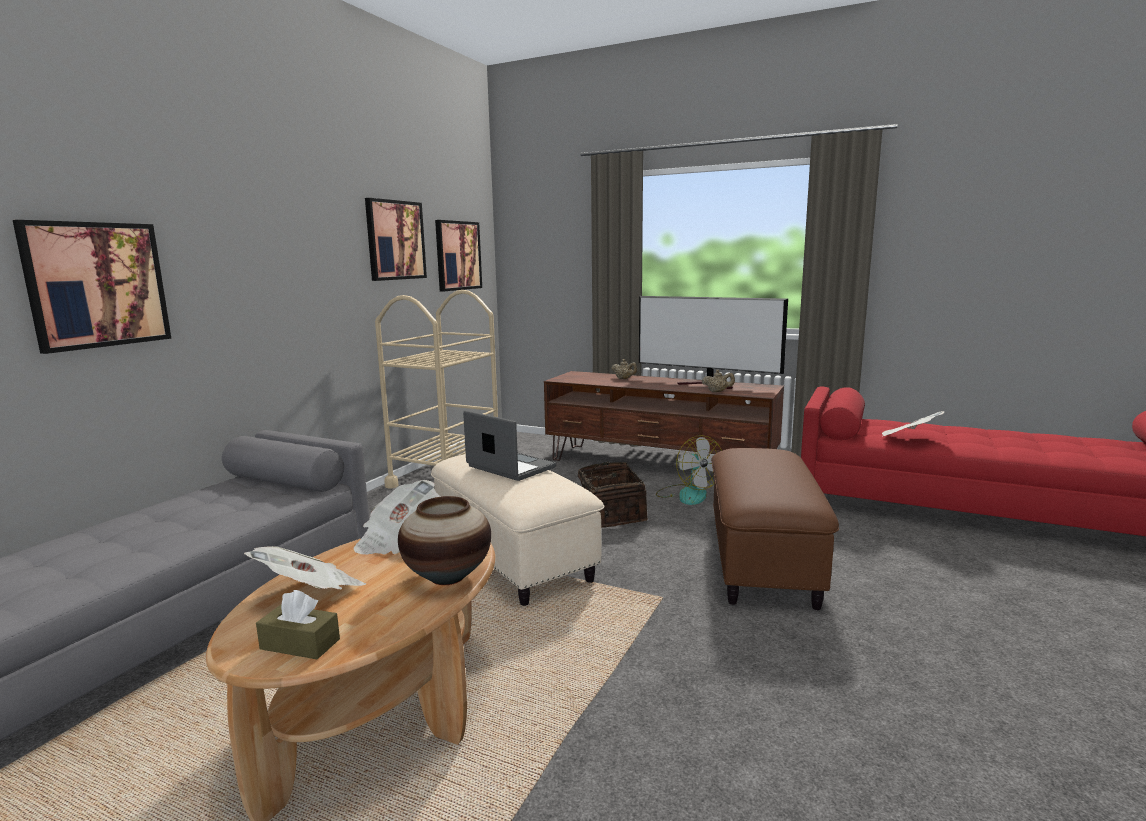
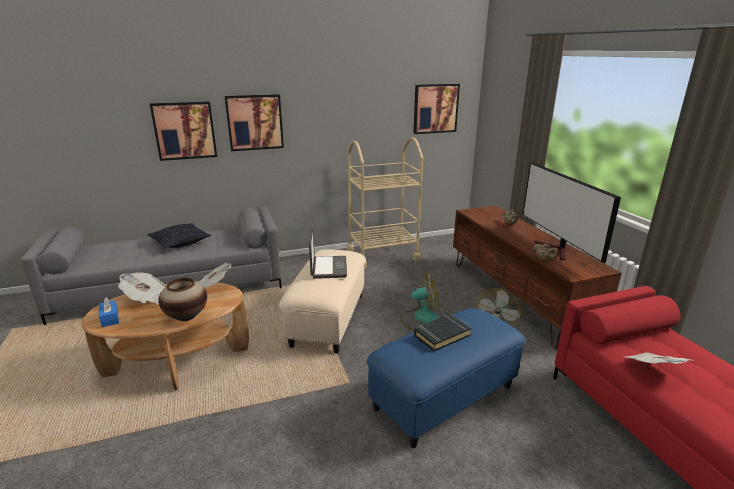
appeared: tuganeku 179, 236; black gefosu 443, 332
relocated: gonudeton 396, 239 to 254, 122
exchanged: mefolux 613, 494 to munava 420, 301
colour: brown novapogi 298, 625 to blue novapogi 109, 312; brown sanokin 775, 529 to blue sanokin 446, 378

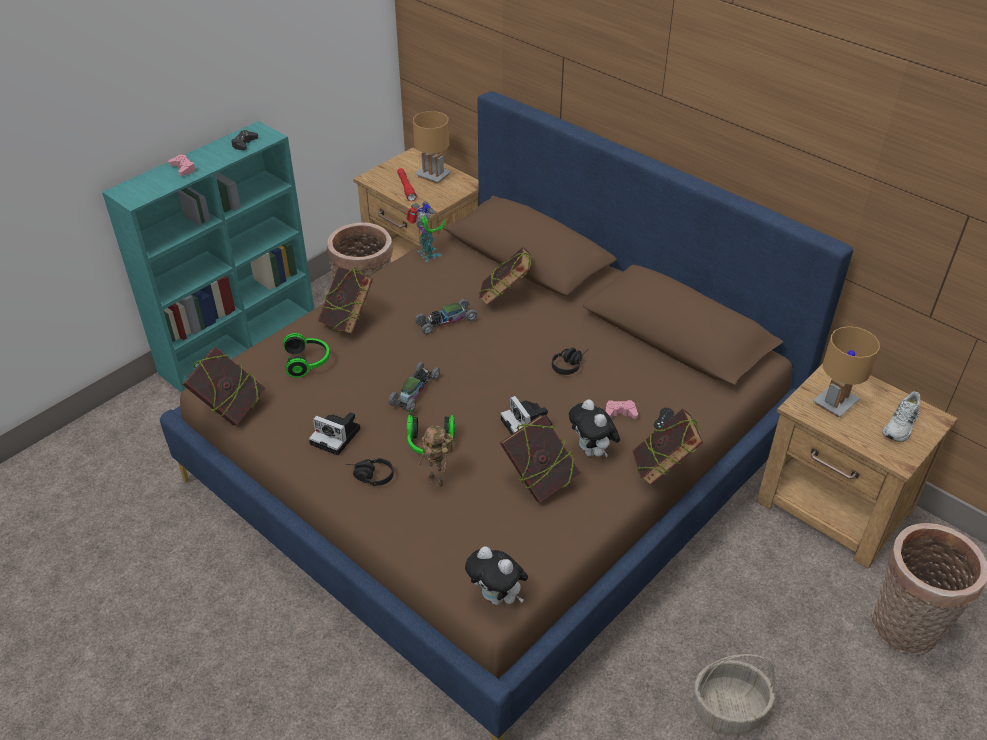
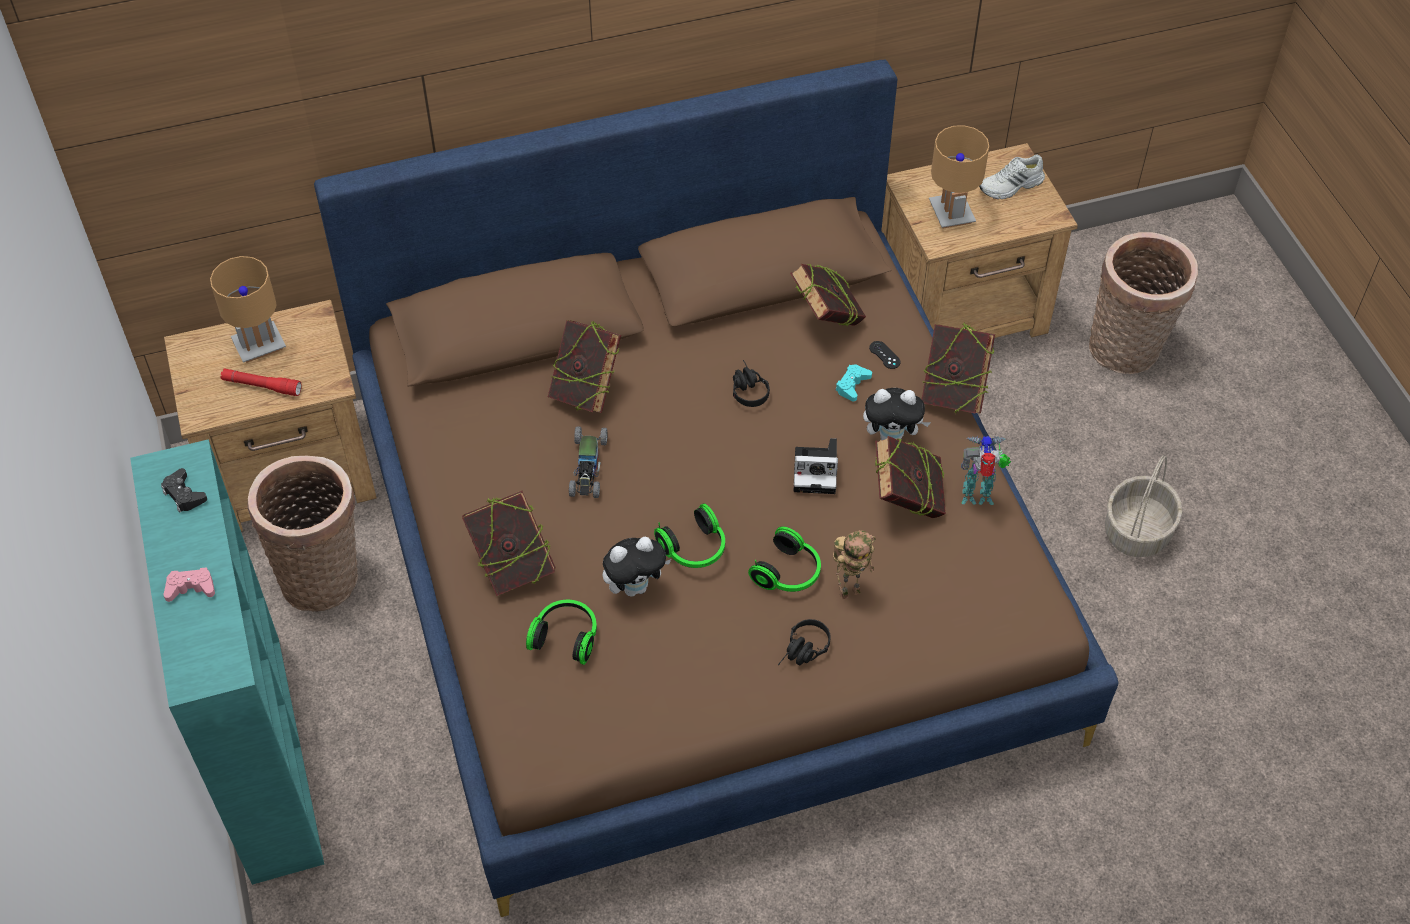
missing: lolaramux 335, 433
relocated: gefosu 224, 386 to 828, 295; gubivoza 425, 231 to 986, 470; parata 496, 575 to 637, 567
exchanged: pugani 414, 387 to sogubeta 689, 535
colour: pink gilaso 622, 409 to turquoise gilaso 853, 382
spun: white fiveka 901, 416 = 1012, 176 90 degrees clockwise

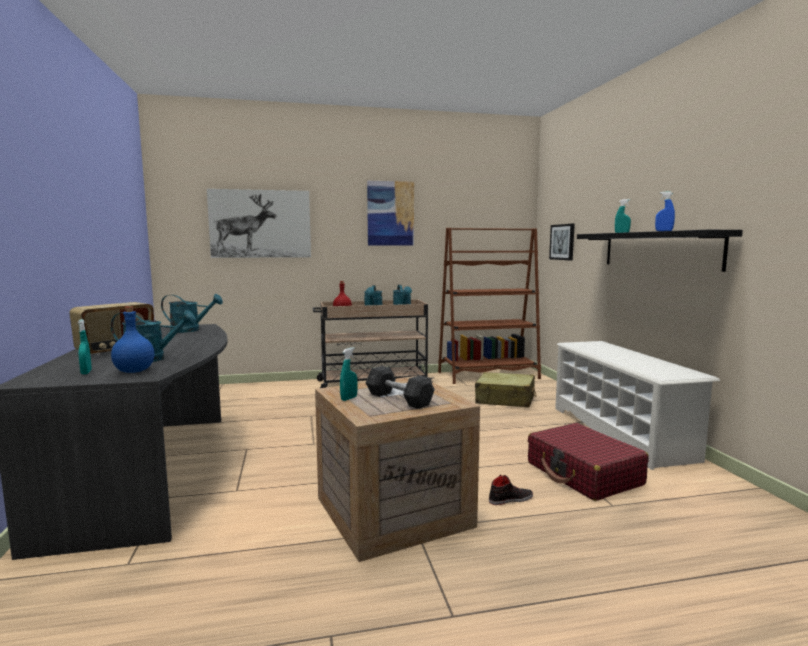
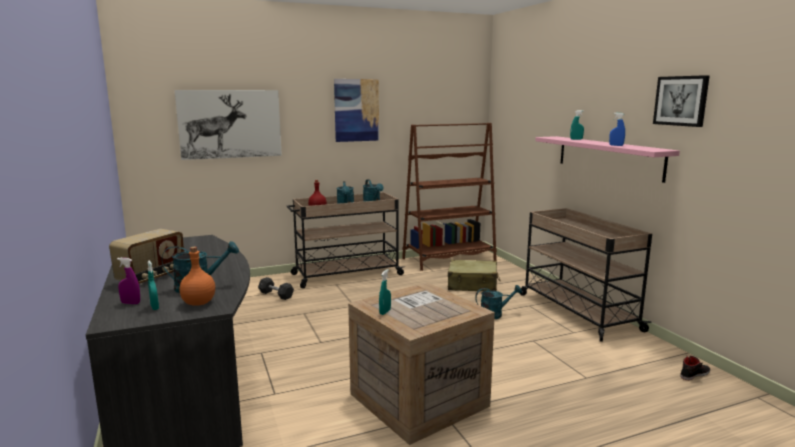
missing: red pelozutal 588, 462
appeared: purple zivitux 128, 281
relocated: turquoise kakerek 192, 313 to 498, 302; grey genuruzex 400, 387 to 276, 288; black fiveka 511, 489 to 695, 368; gonudeton 562, 242 to 681, 101
exchanged: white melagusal 637, 405 to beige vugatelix 586, 275
colour: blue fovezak 133, 339 to orange fovezak 197, 276; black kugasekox 660, 251 to pink kugasekox 607, 159

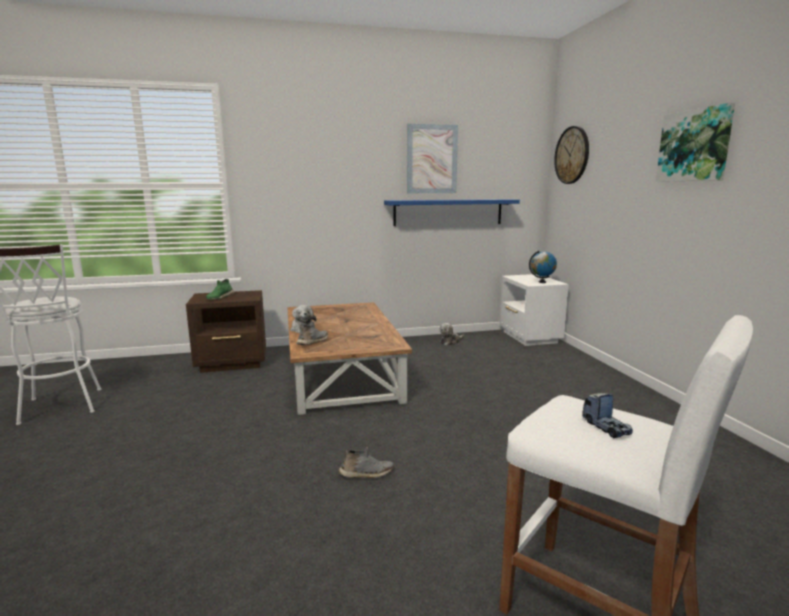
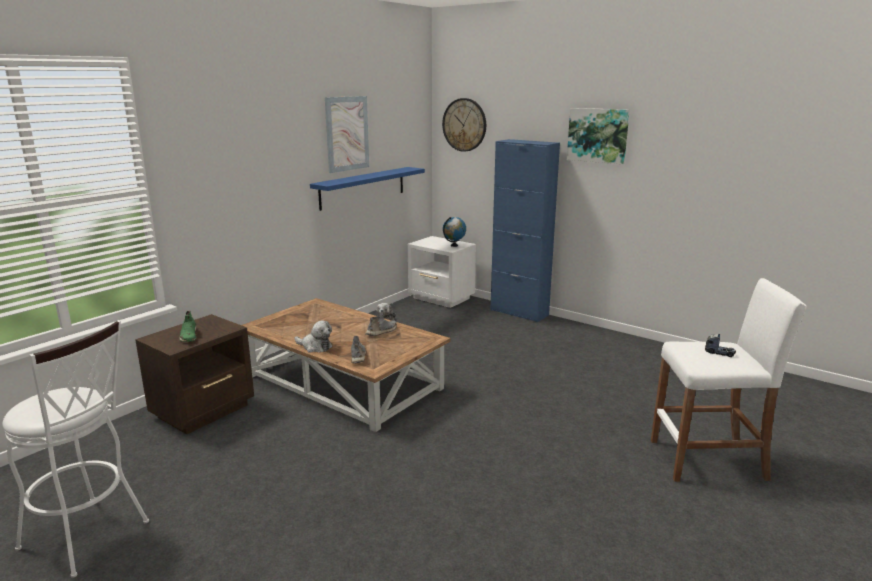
appeared: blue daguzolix 525, 230
relocated: grey fiveka 365, 462 to 381, 324

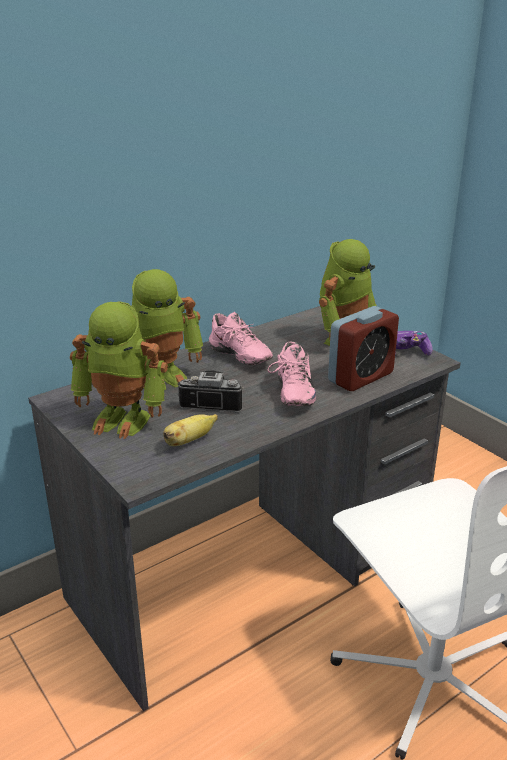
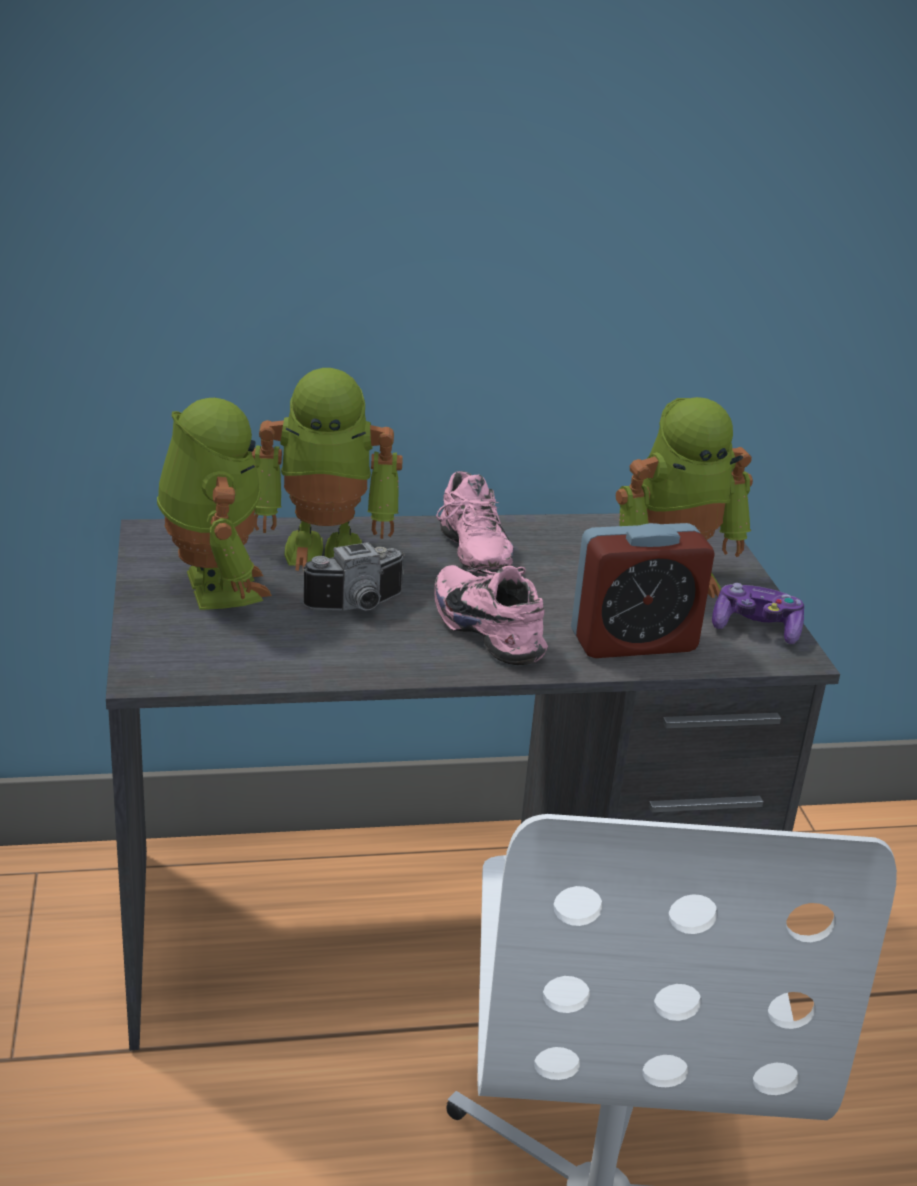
missing: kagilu 190, 430
spun: gubivoza 119, 370 = 214, 504 150 degrees counterclockwise; lolaramux 210, 391 = 353, 576 120 degrees clockwise; pink fiveka 291, 373 = 491, 615 120 degrees clockwise

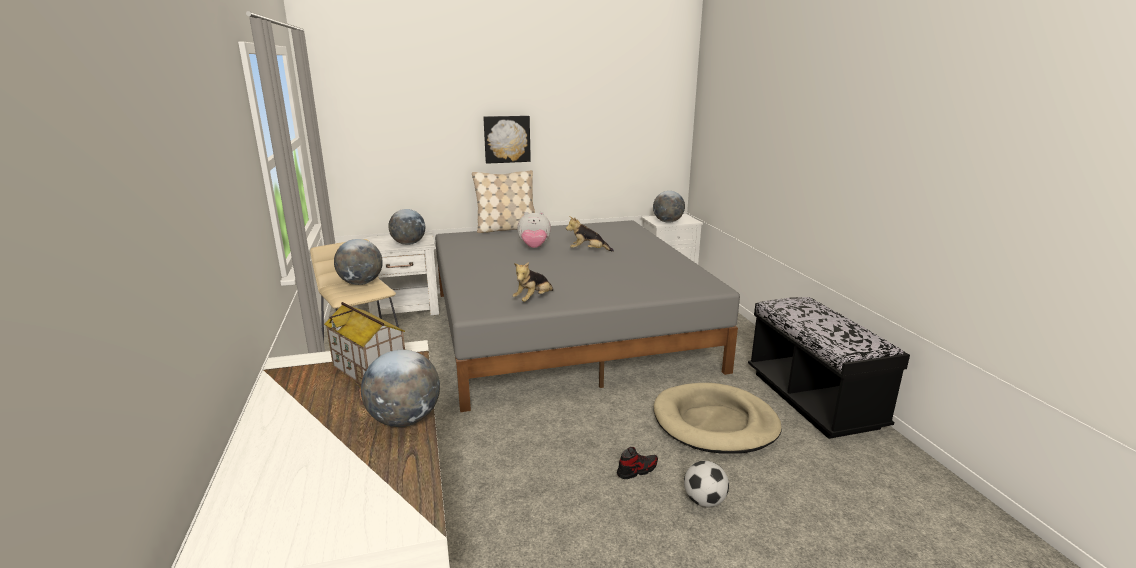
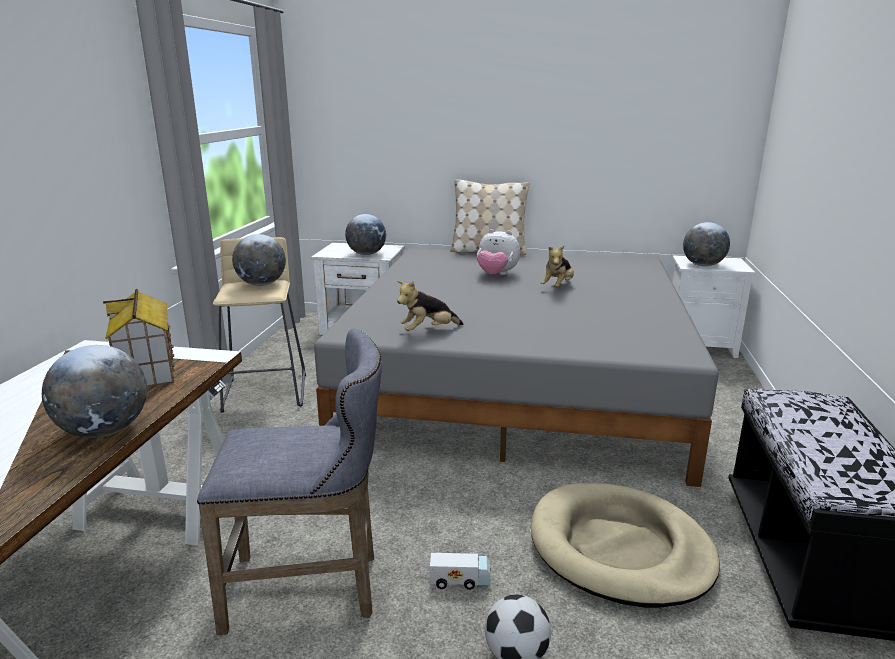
missing: gonudeton 507, 139
appeared: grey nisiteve 289, 481
exchanged: fiveka 637, 463 to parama 460, 571
spun: parata 590, 234 = 557, 266 90 degrees counterclockwise

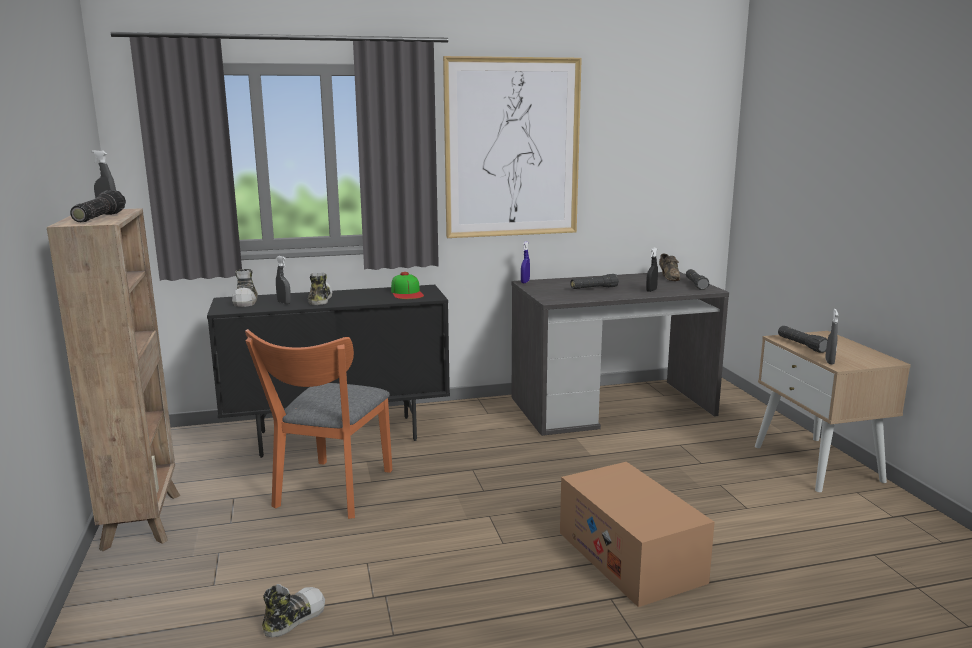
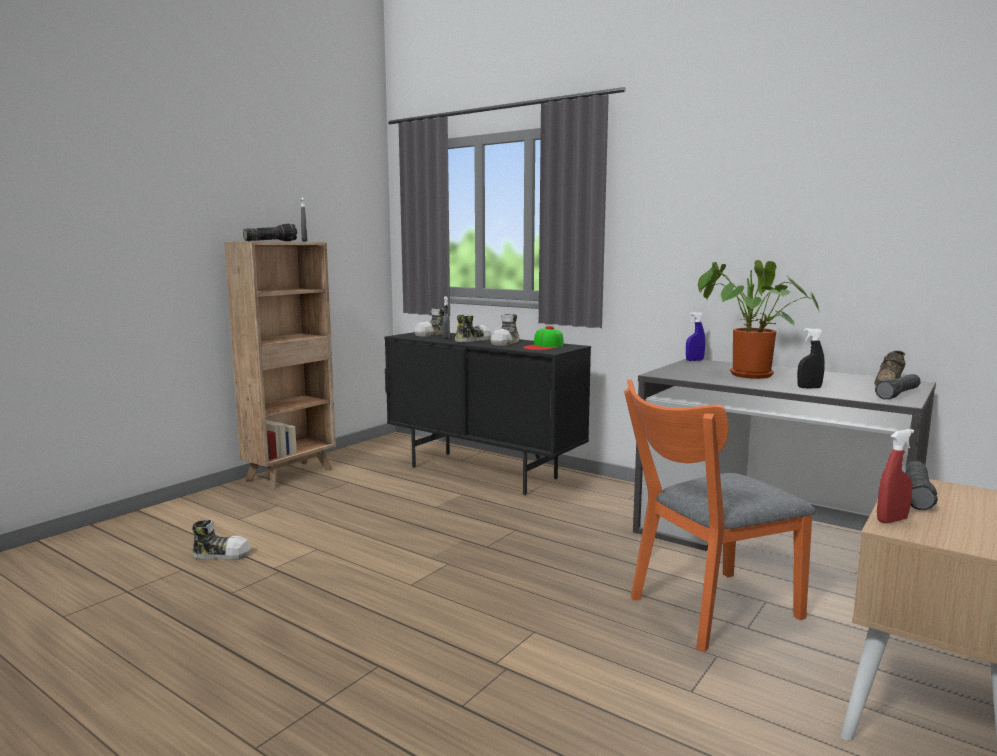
missing: gonudeton 512, 147; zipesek 637, 534
appeared: fiveka 504, 330
relocated: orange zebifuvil 318, 424 to 720, 515
exchanged: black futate 594, 281 to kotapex 758, 319
colour: grey zivitux 831, 336 to red zivitux 895, 476

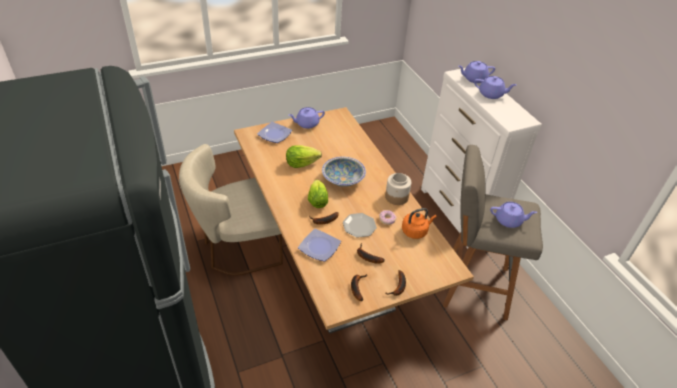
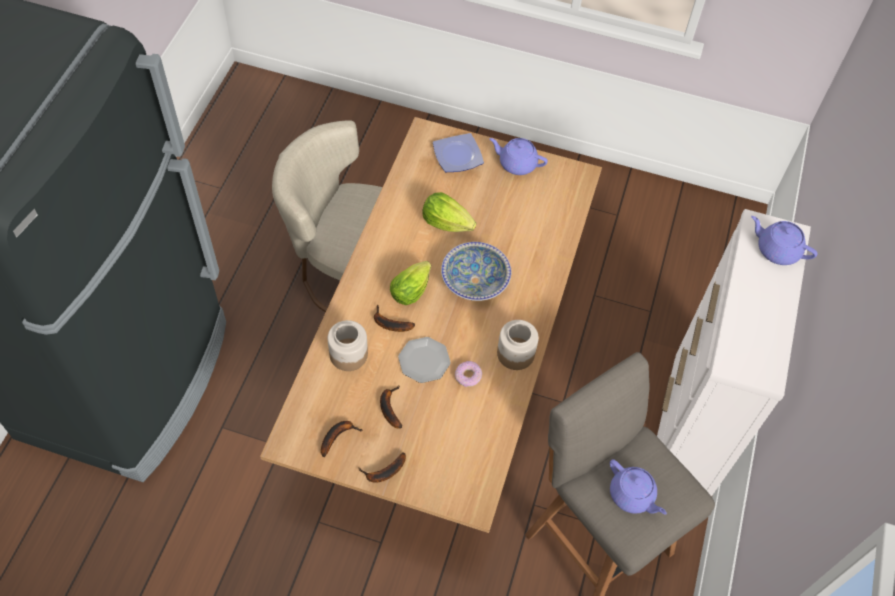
missing: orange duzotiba 419, 223; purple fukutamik 495, 87
exchanged: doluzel 319, 245 to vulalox 348, 345

